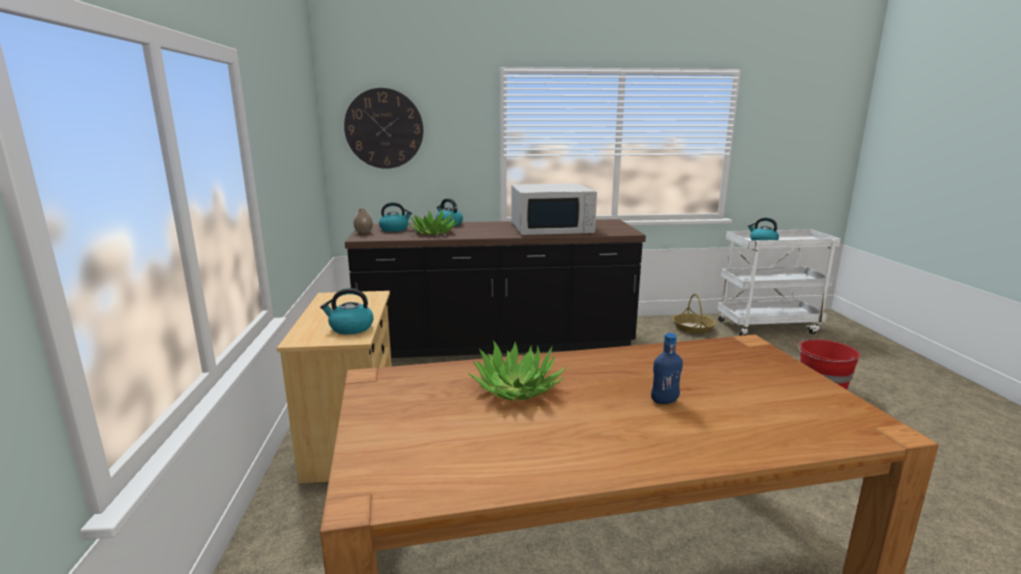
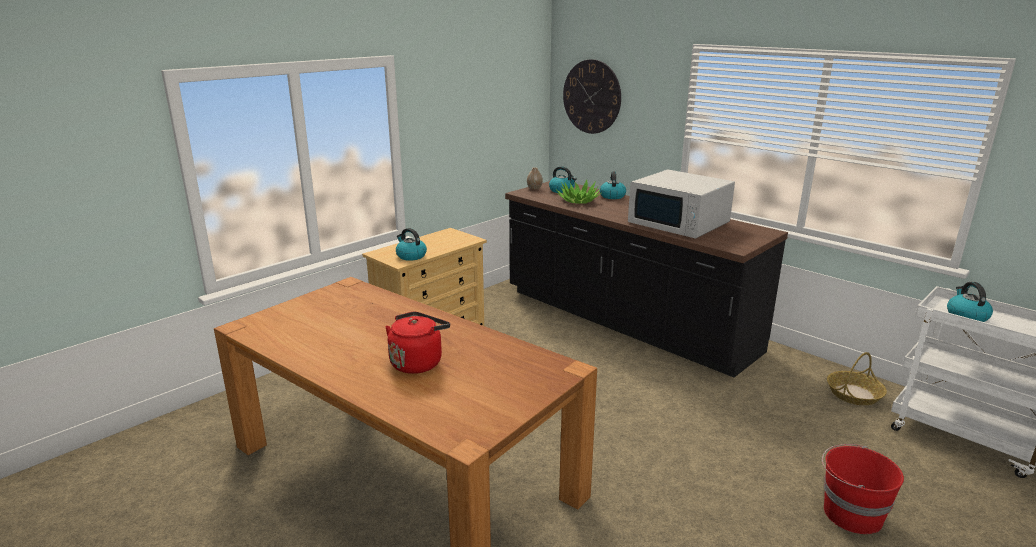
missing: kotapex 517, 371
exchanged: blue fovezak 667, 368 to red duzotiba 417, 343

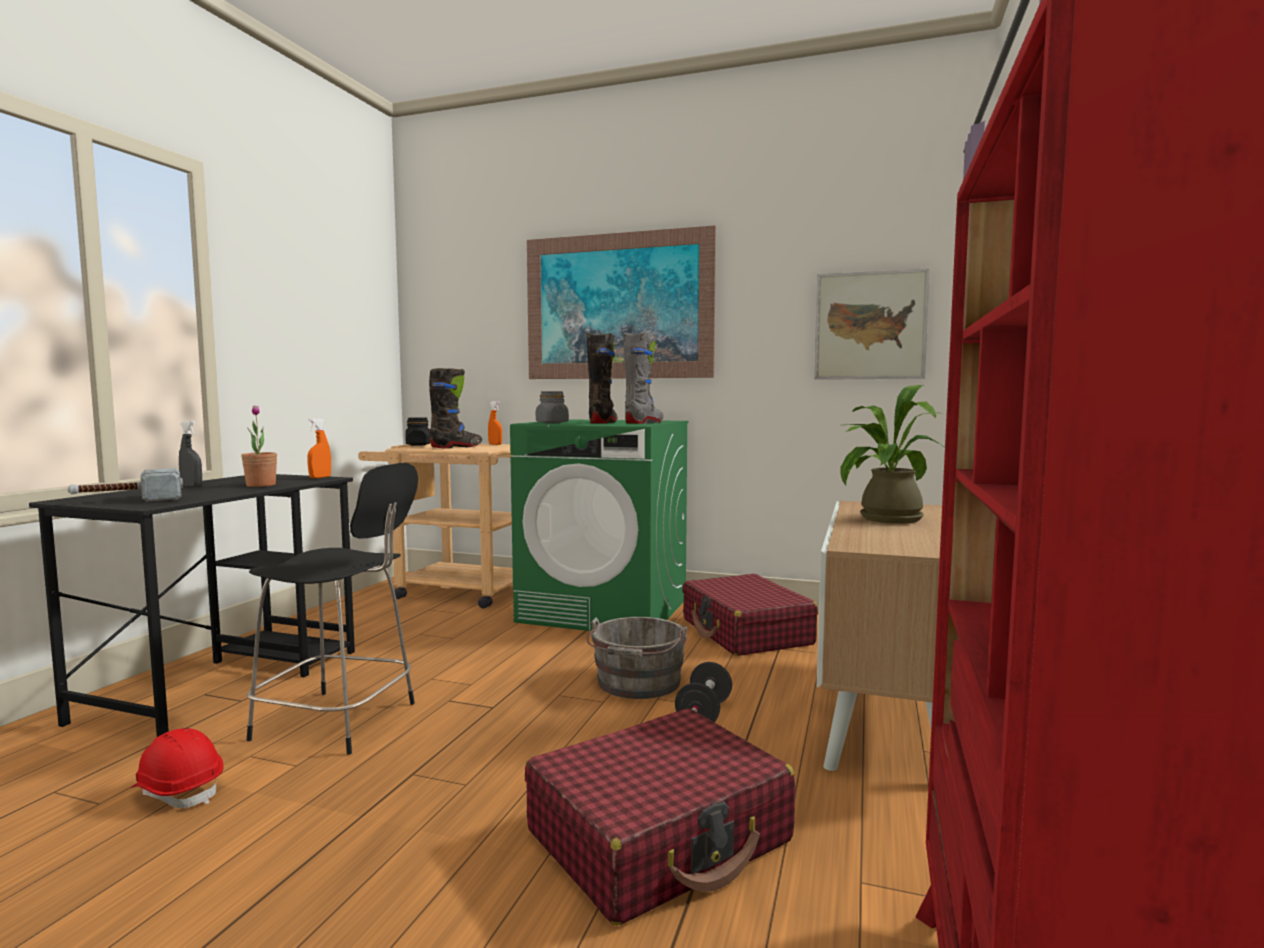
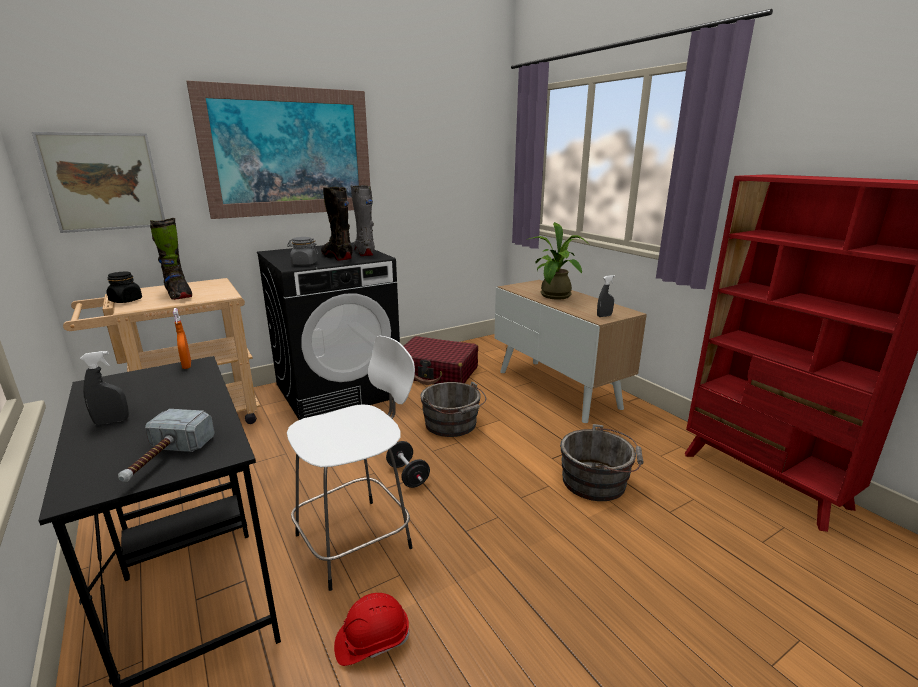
missing: kotapex 259, 446; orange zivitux 495, 423
appeared: grey zivitux 606, 296
relocated: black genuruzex 703, 692 to 408, 464; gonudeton 872, 324 to 98, 182
exchanged: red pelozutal 660, 817 to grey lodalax 602, 462
colour: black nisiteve 332, 609 to white nisiteve 351, 463; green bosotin 599, 525 to black bosotin 328, 331
spun: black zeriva 455, 408 = 171, 259 150 degrees clockwise

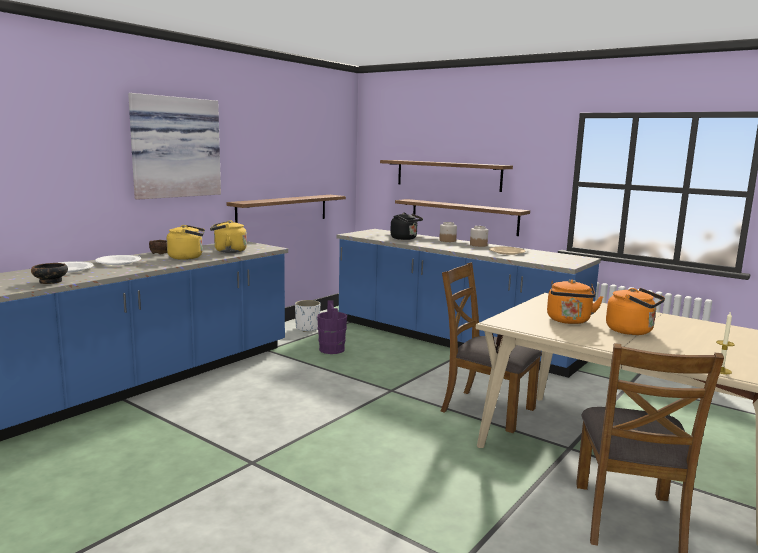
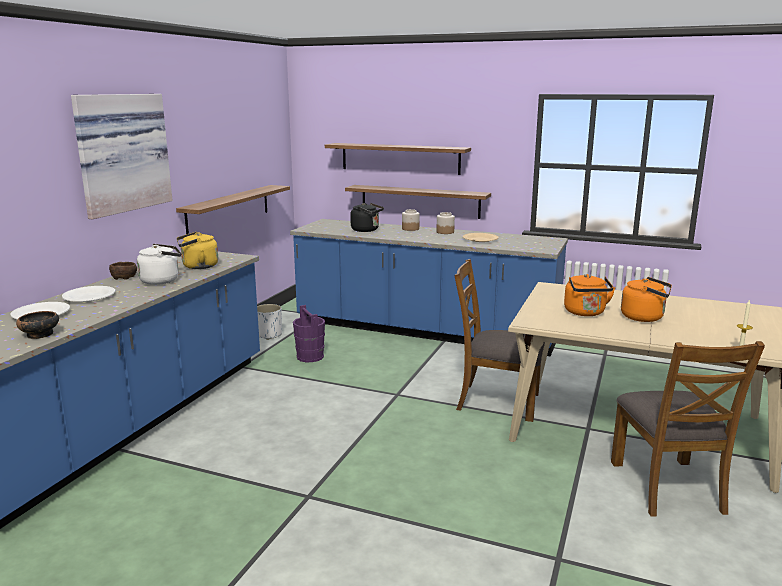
colour: yellow duzotiba 186, 242 to white duzotiba 159, 264

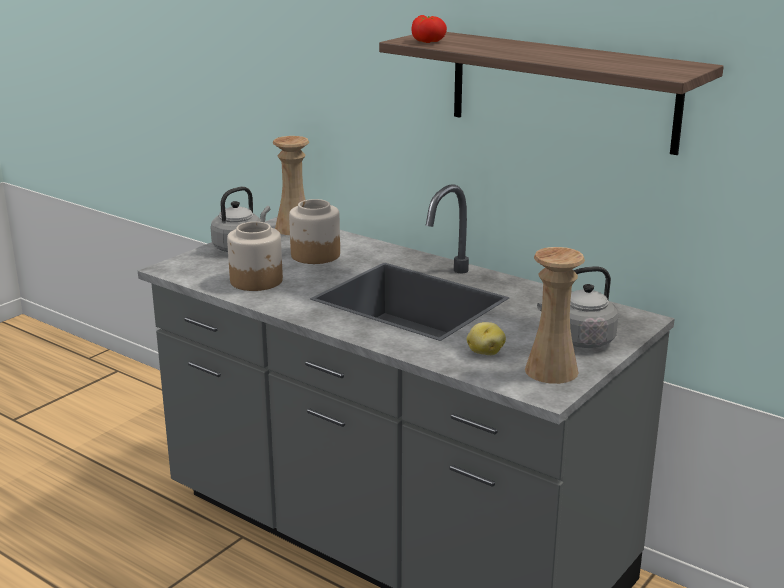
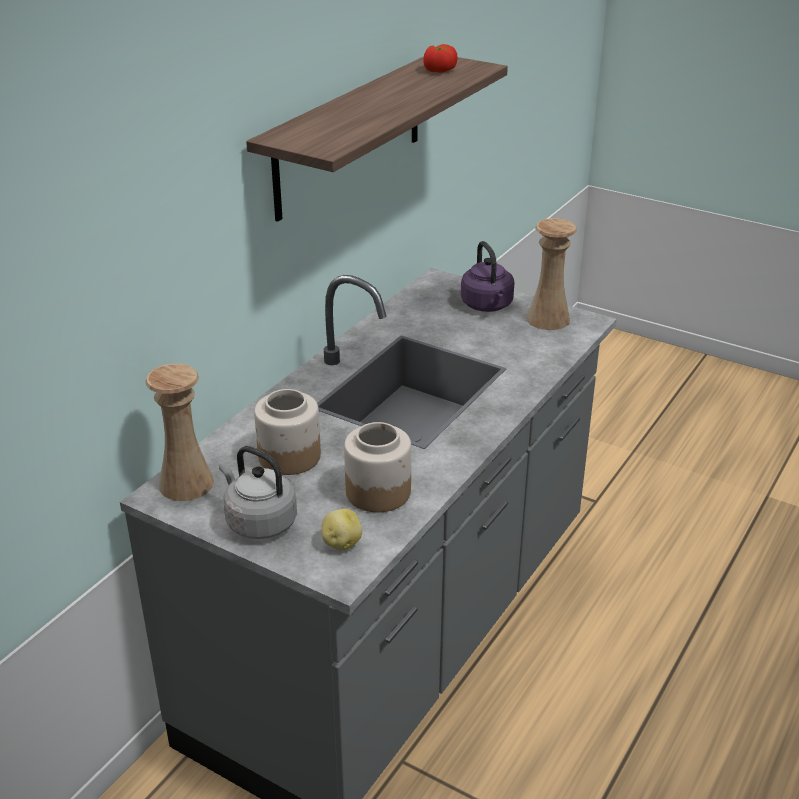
relocated: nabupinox 429, 29 to 440, 58; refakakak 486, 338 to 341, 529
colour: grey duzotiba 577, 307 to purple duzotiba 488, 276

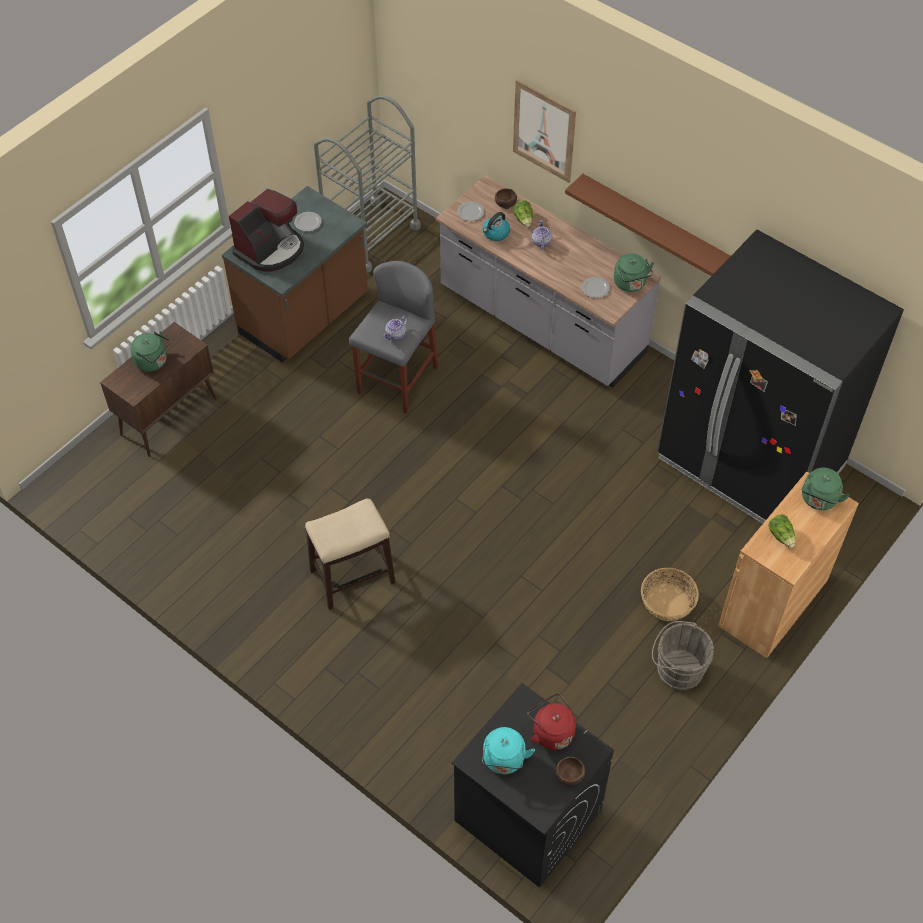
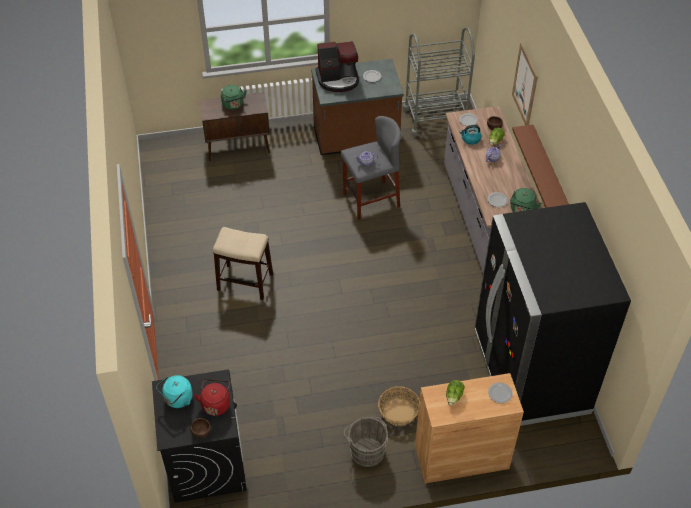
exchanged: green duzotiba 826, 489 to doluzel 500, 393

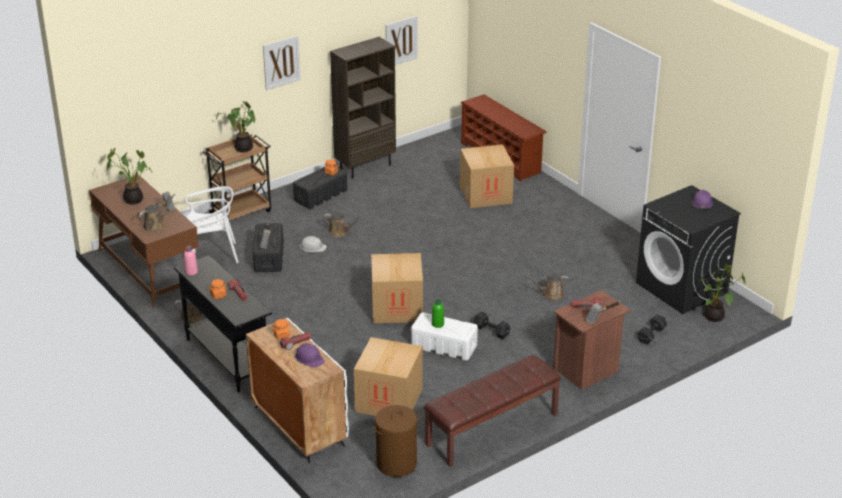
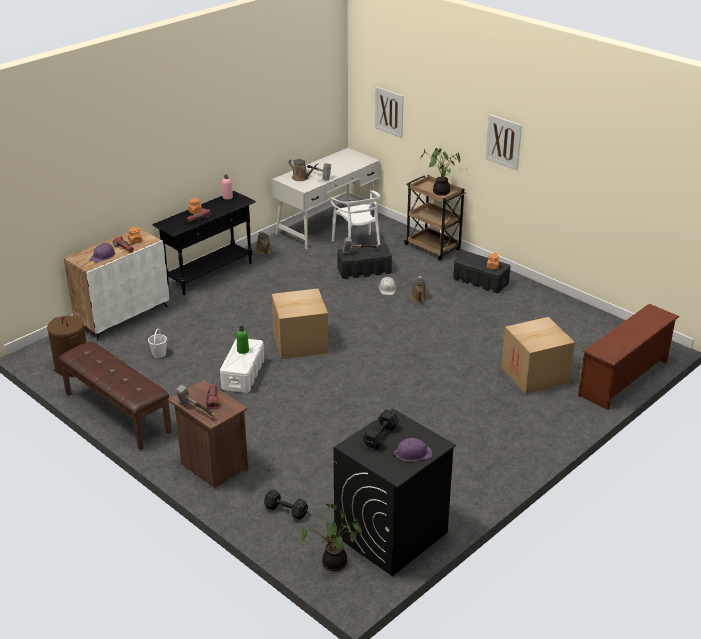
missing: kotapex 129, 176; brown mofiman 363, 108; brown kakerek 547, 287
relocated: gonudeton 401, 40 to 389, 112; black genuruzex 491, 325 to 381, 429
exchanged: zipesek 388, 376 to white lodalax 157, 343
colour: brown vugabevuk 144, 240 to white vugabevuk 326, 198

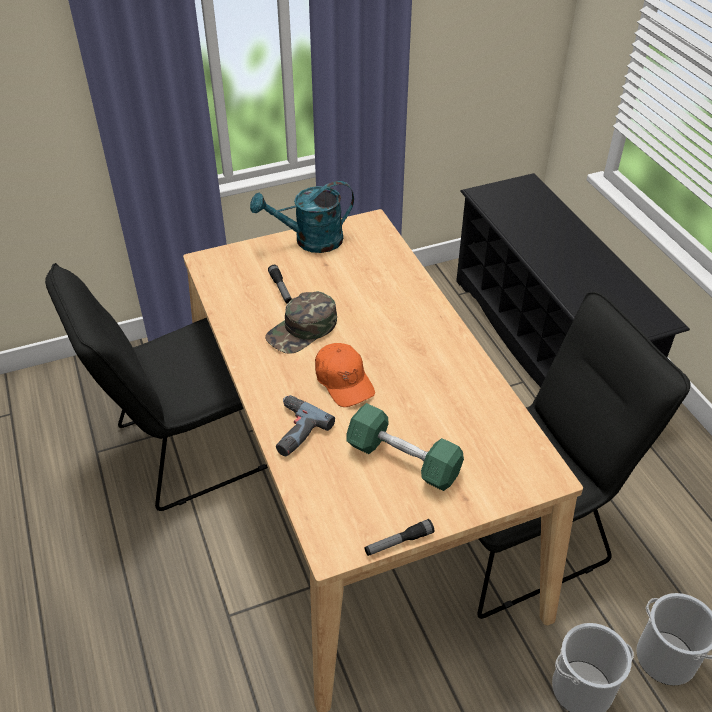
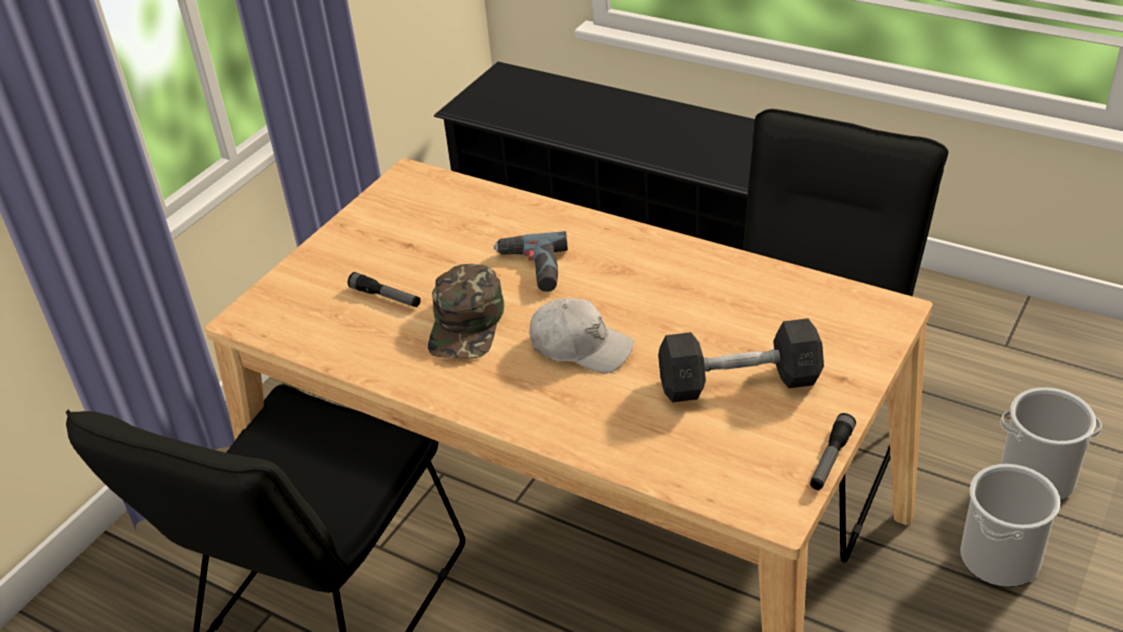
missing: turquoise kakerek 302, 217
relocated: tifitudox 305, 425 to 531, 261
colour: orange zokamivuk 345, 375 to white zokamivuk 581, 335; green genuruzex 405, 447 to grey genuruzex 741, 360

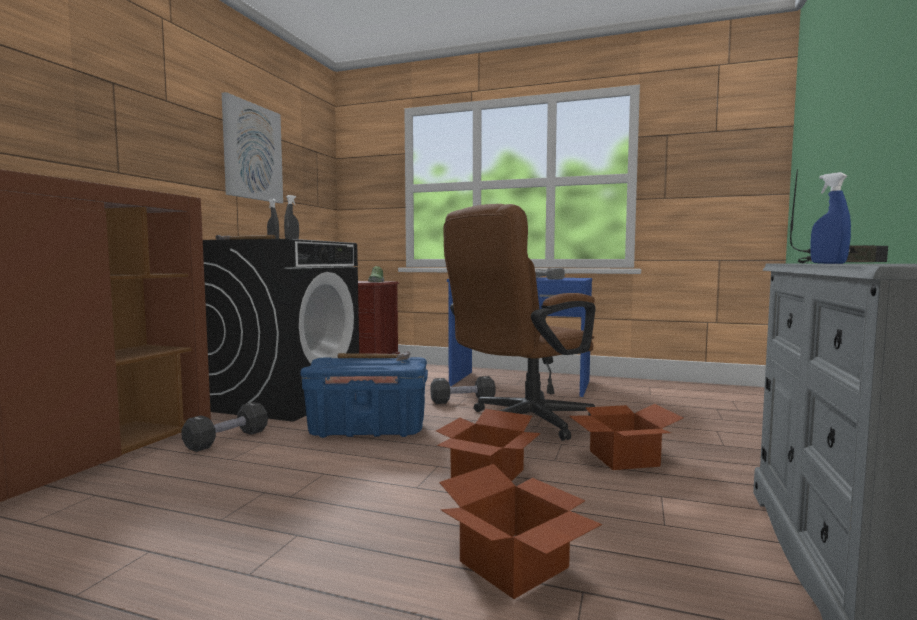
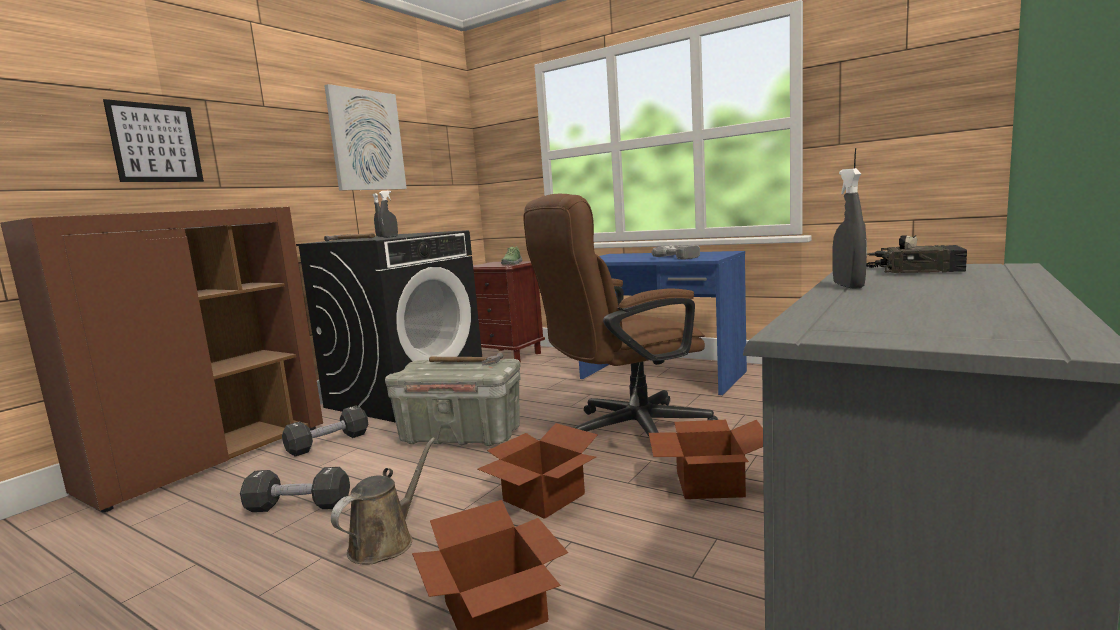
appeared: gonudeton 153, 140; brown kakerek 383, 501
relocated: black genuruzex 462, 390 to 295, 489
colour: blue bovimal 364, 397 to grey bovimal 452, 402; blue zivitux 831, 218 to grey zivitux 850, 228

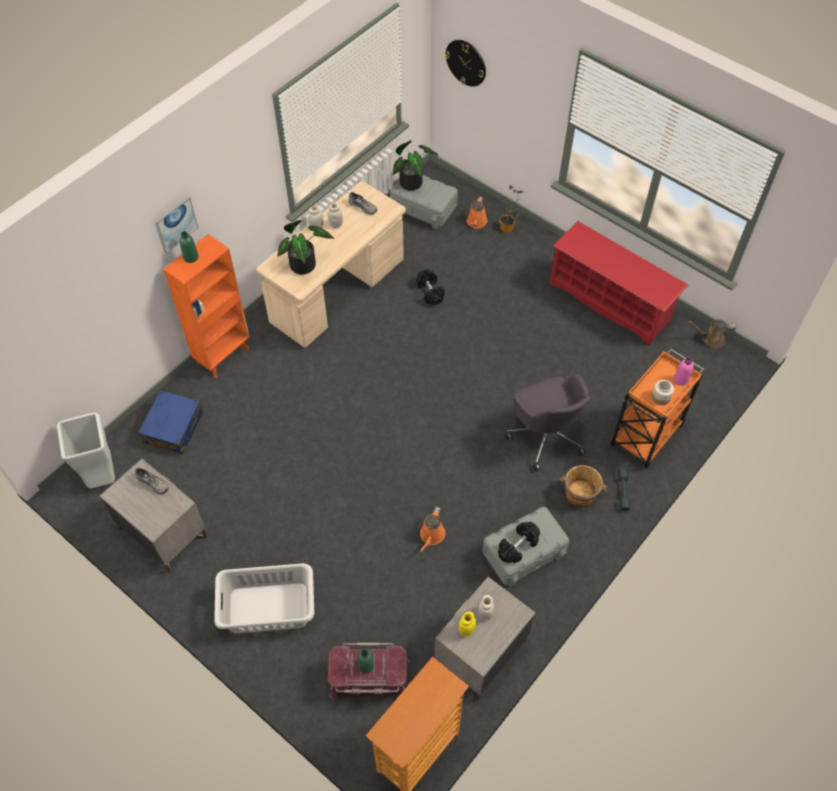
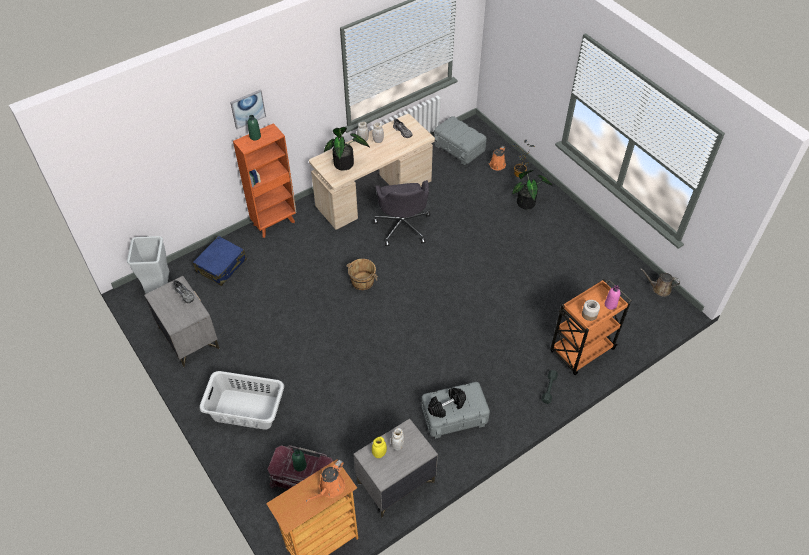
missing: black genuruzex 430, 287; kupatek 465, 63; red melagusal 619, 283
relocated: kotapex 415, 165 to 532, 189; orange kakerek 432, 529 to 325, 481; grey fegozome 548, 422 to 401, 213; brown lodalax 583, 486 to 362, 274

